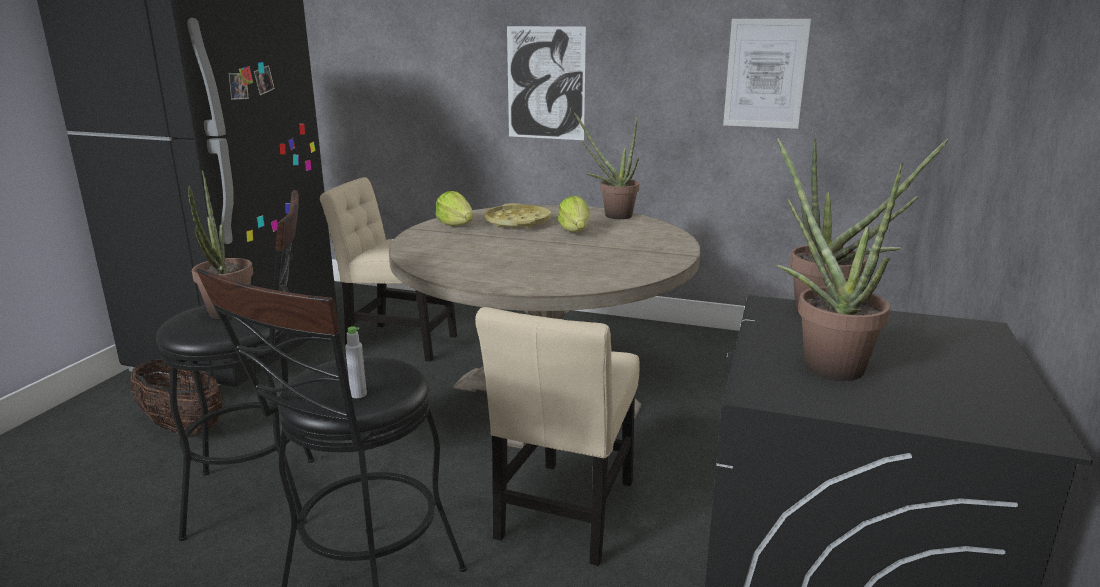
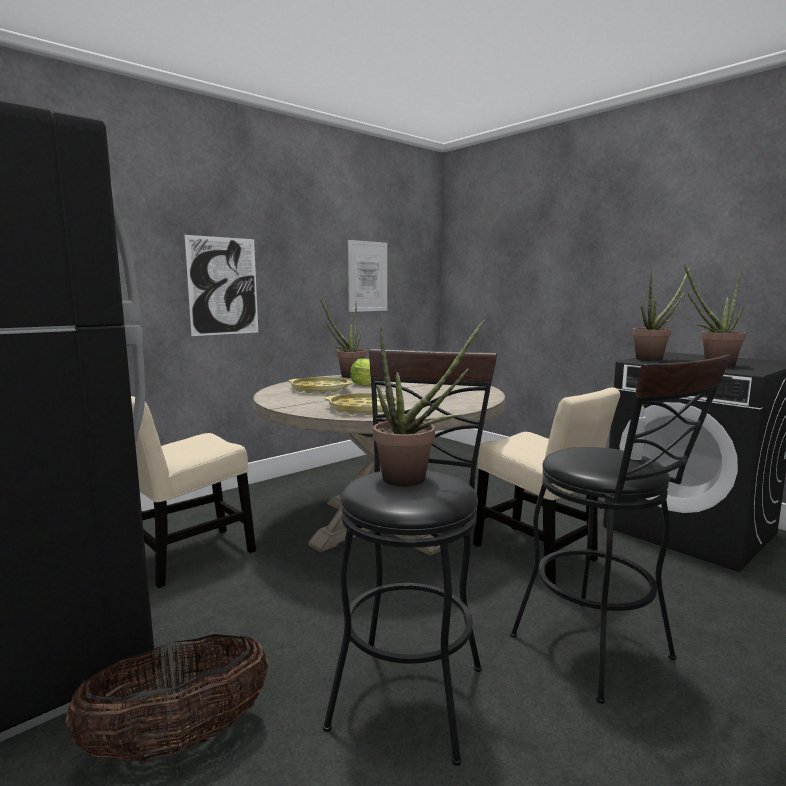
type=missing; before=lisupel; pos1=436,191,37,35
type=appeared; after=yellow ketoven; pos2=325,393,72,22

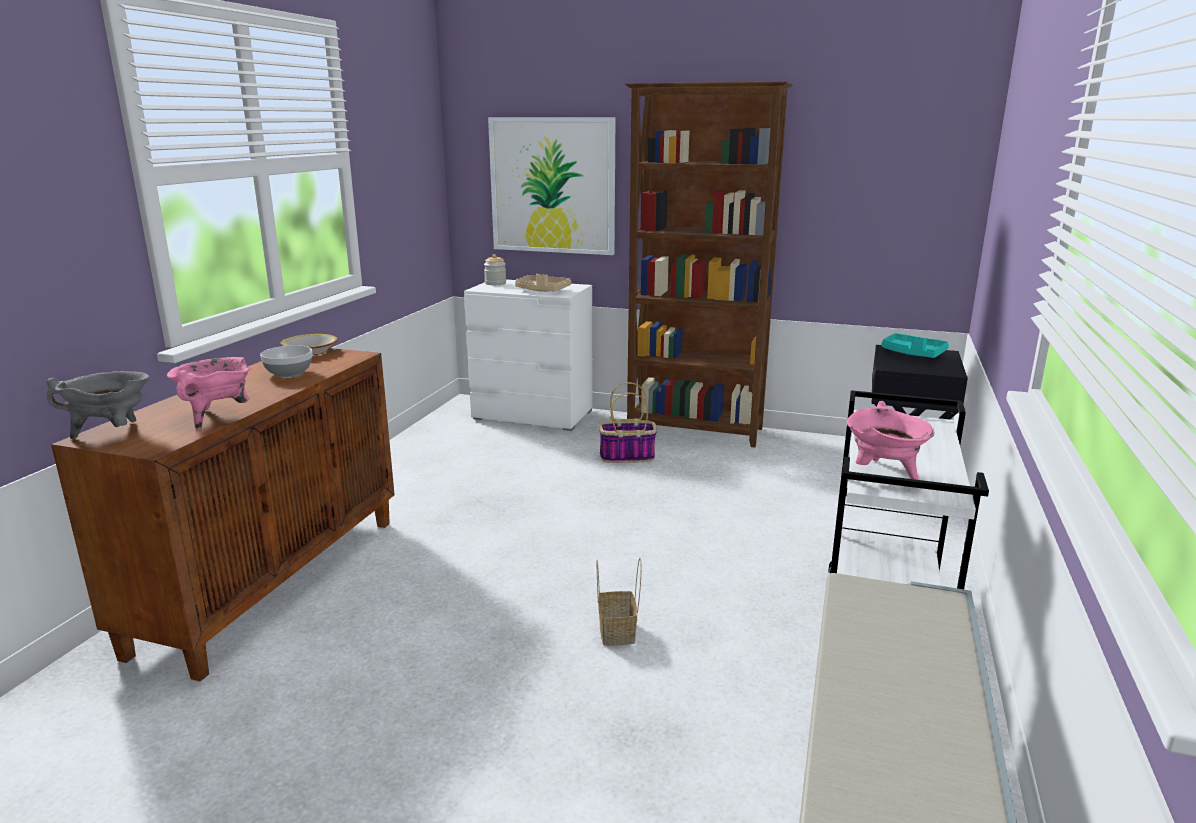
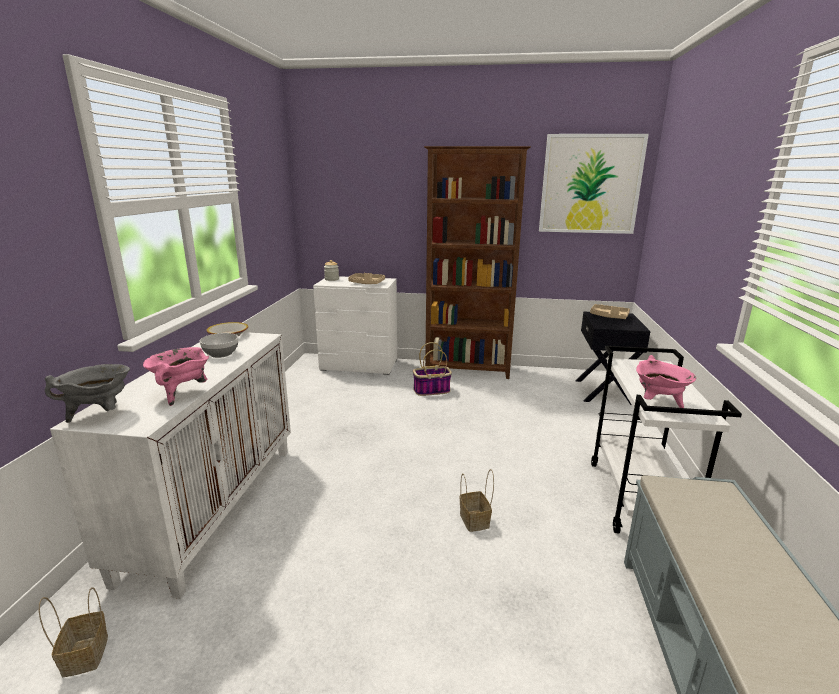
type=colour; before=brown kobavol; after=white kobavol; pos1=51,348,344,334; pos2=50,332,241,267
type=relocated; before=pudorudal; pos1=488,117,127,138; pos2=539,134,110,100
type=colour; before=turquoise ketoven; after=beige ketoven; pos1=881,333,68,25; pos2=590,304,40,15
type=appeared; after=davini; pos2=39,587,69,91

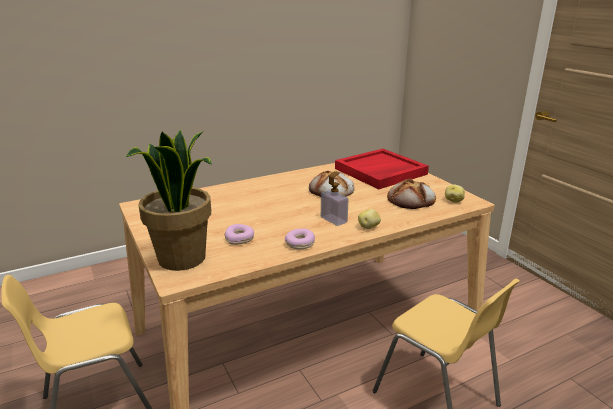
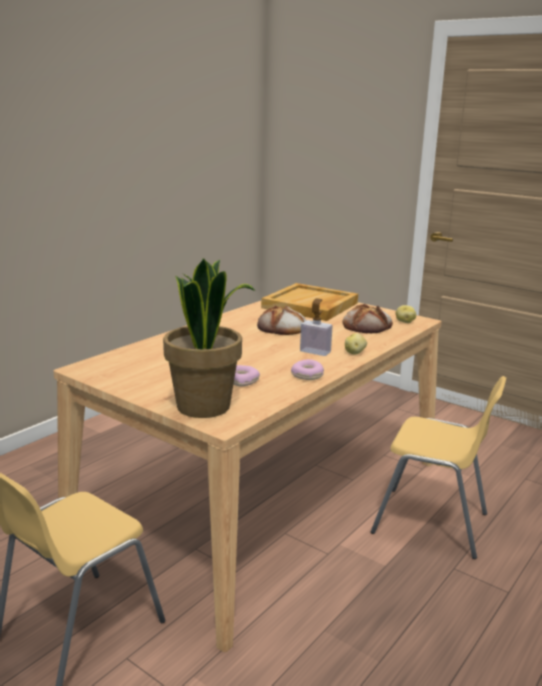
type=colour; before=red ketoven; after=beige ketoven; pos1=335,149,94,40; pos2=261,283,97,38

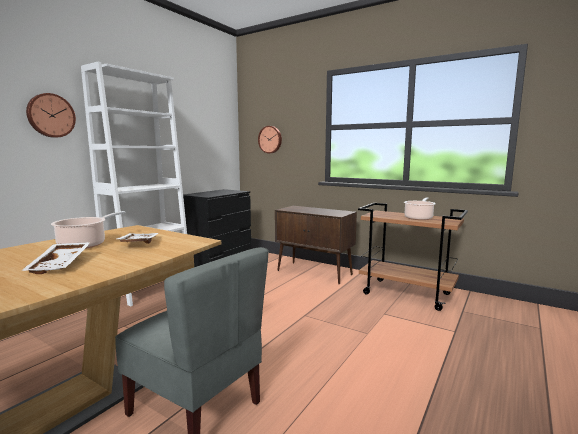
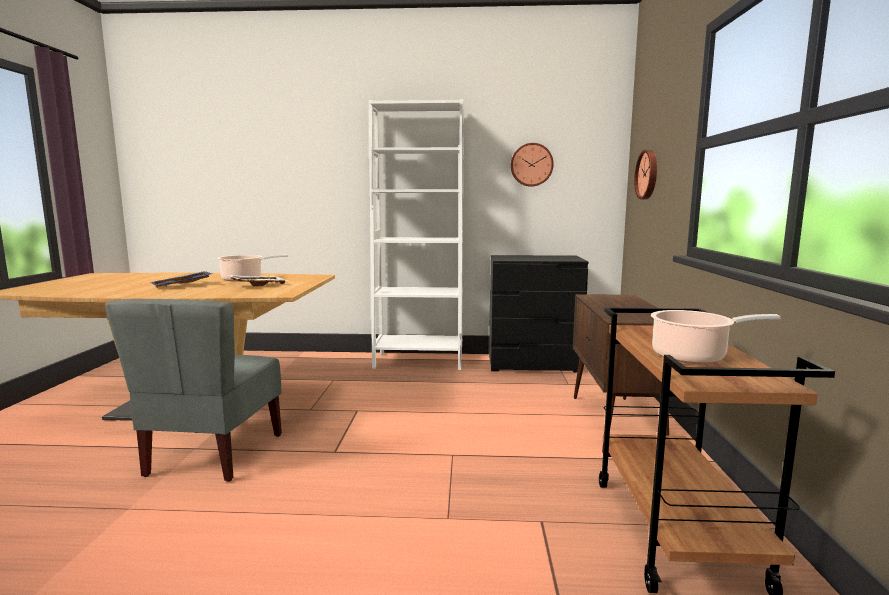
type=colour; before=white ketoven; after=blue ketoven; pos1=21,242,70,32; pos2=150,271,62,17
type=relocated; before=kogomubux; pos1=26,93,50,45; pos2=510,143,44,44

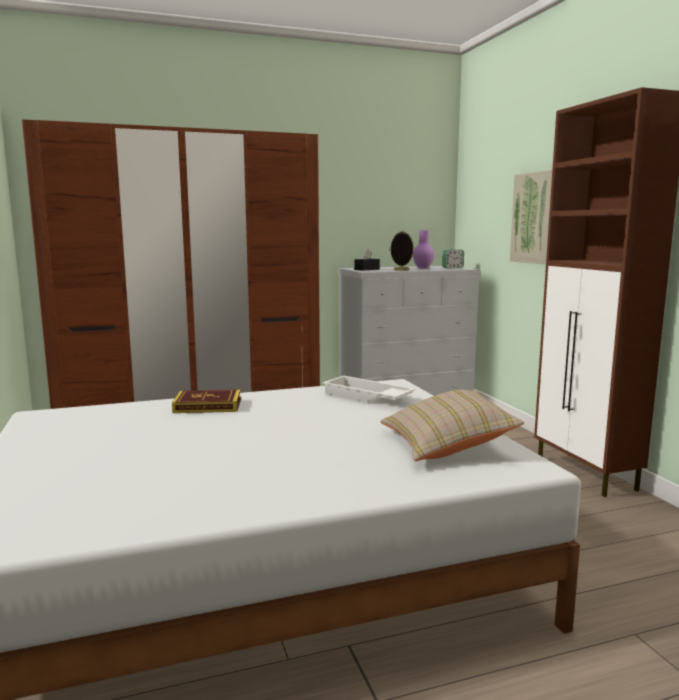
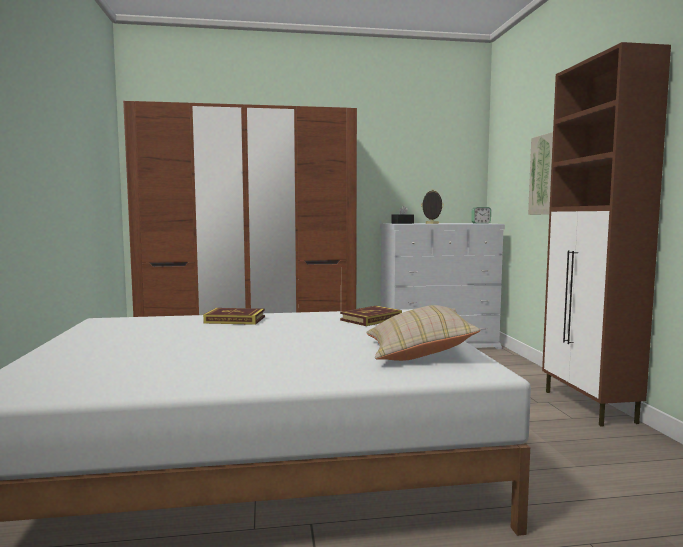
type=exchanged; before=white ketoven; after=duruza; pos1=322,376,94,27; pos2=340,306,62,20
type=missing; before=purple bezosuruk; pos1=413,230,21,39

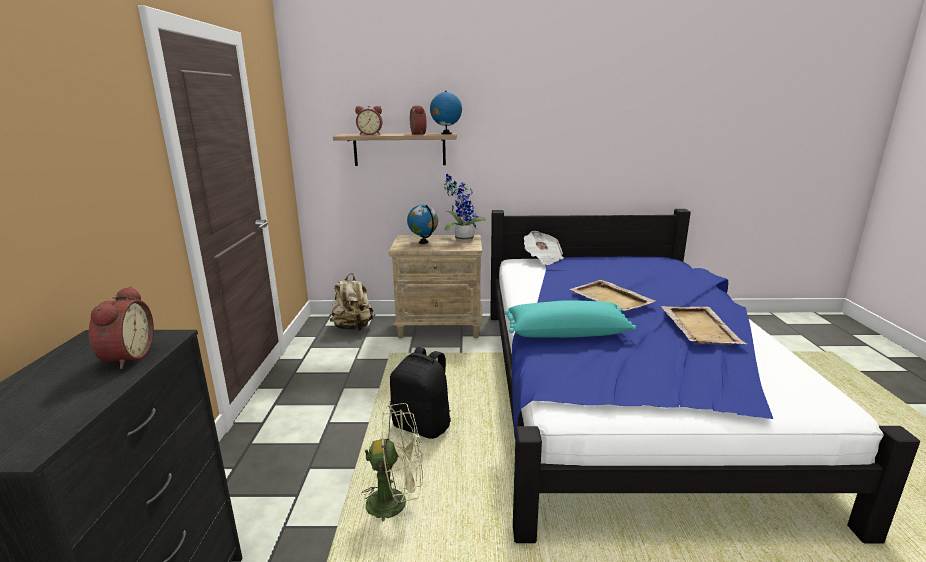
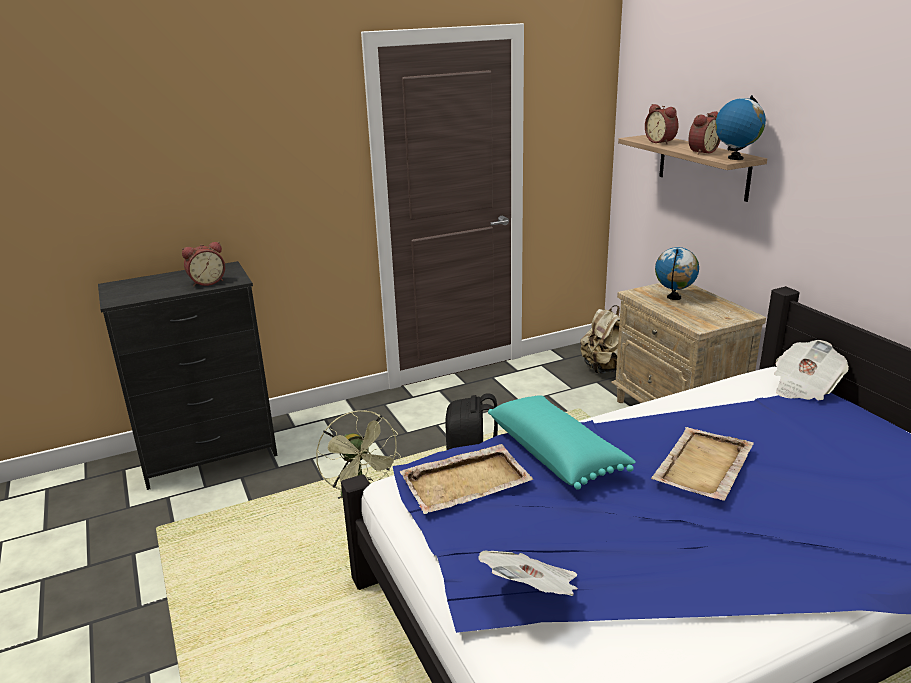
type=missing; before=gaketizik; pos1=444,174,42,67
type=relocated; before=beige ketoven; pos1=661,306,86,39; pos2=400,444,133,70
type=appeared; after=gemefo; pos2=478,551,100,45

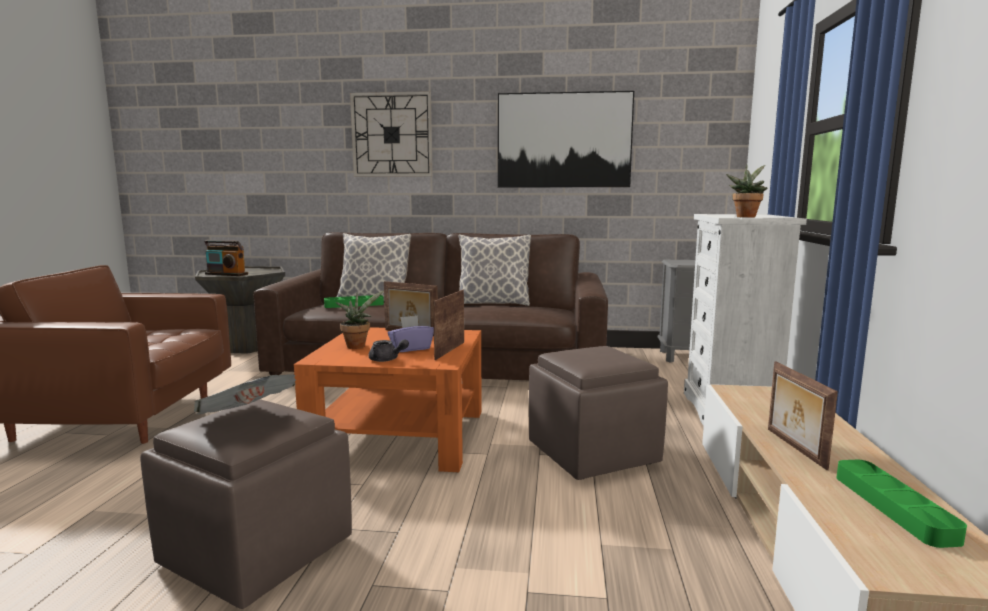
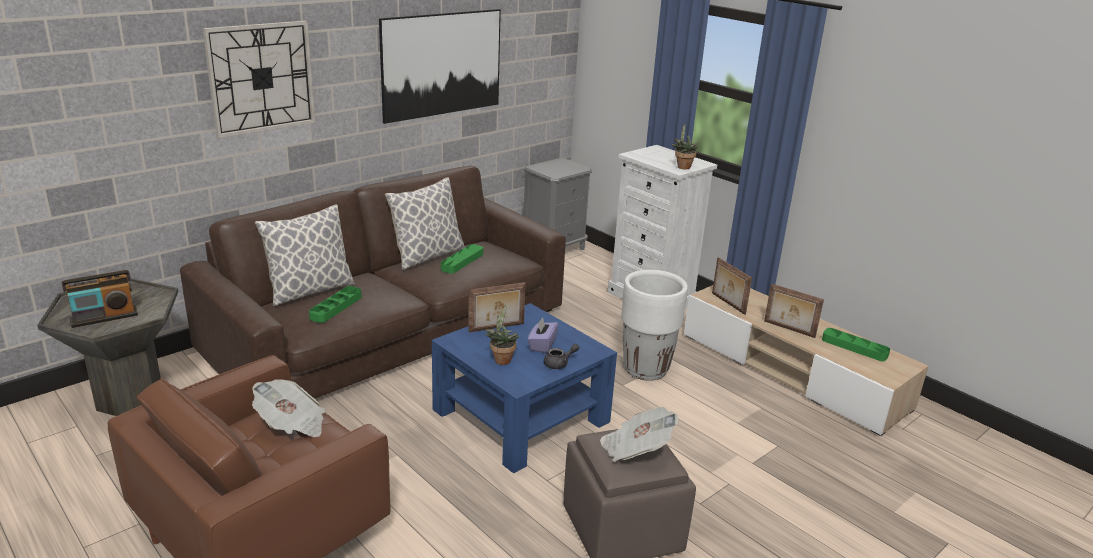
type=colour; before=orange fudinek; after=blue fudinek; pos1=294,327,188,145; pos2=432,303,185,171
type=relocated; before=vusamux; pos1=433,290,31,70; pos2=712,257,40,58
type=exchanged; before=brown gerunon; after=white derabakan; pos1=529,346,139,134; pos2=622,270,66,111
type=appeared; after=gemefo; pos2=252,379,73,58
type=appeared; after=green ketoven; pos2=441,244,42,30

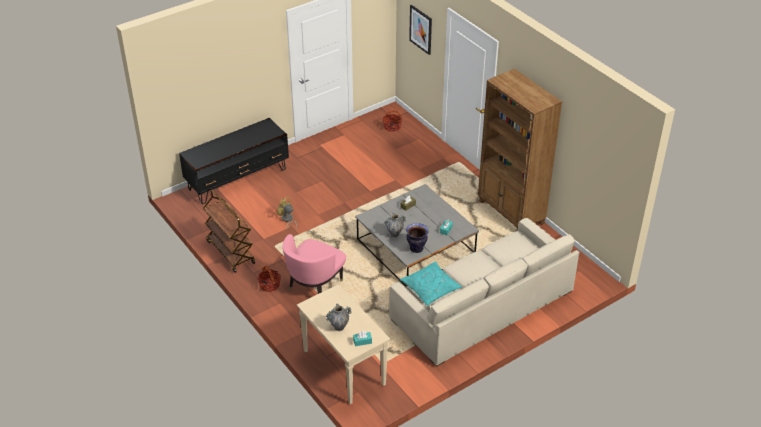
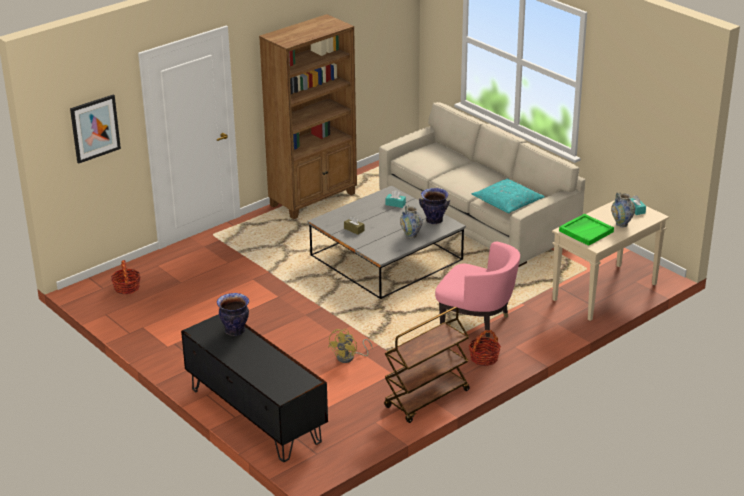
type=appeared; after=bezosuruk; pos2=217,293,32,43
type=appeared; after=green ketoven; pos2=559,214,55,32

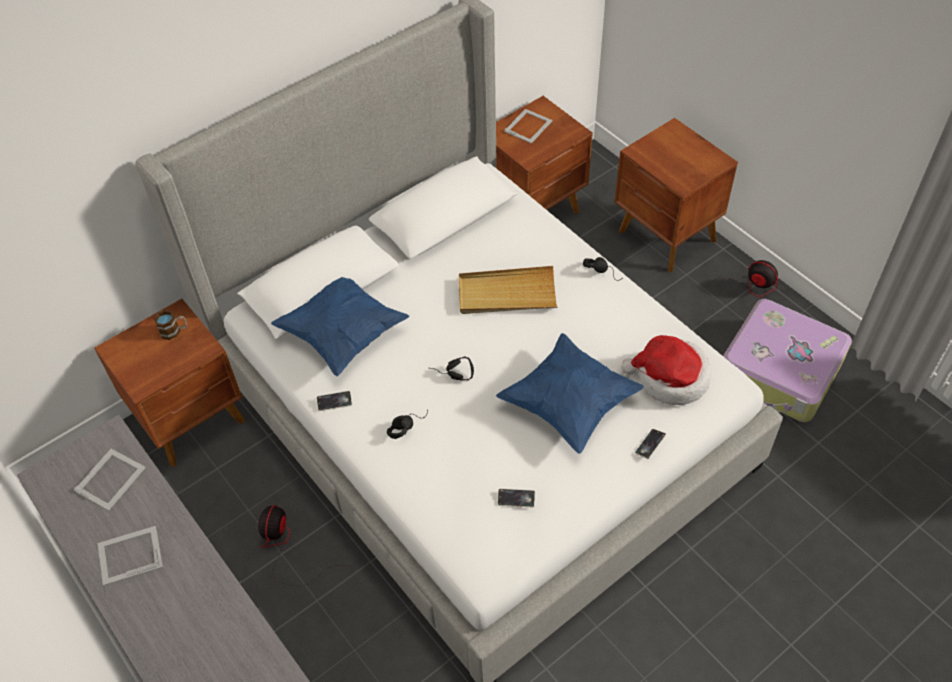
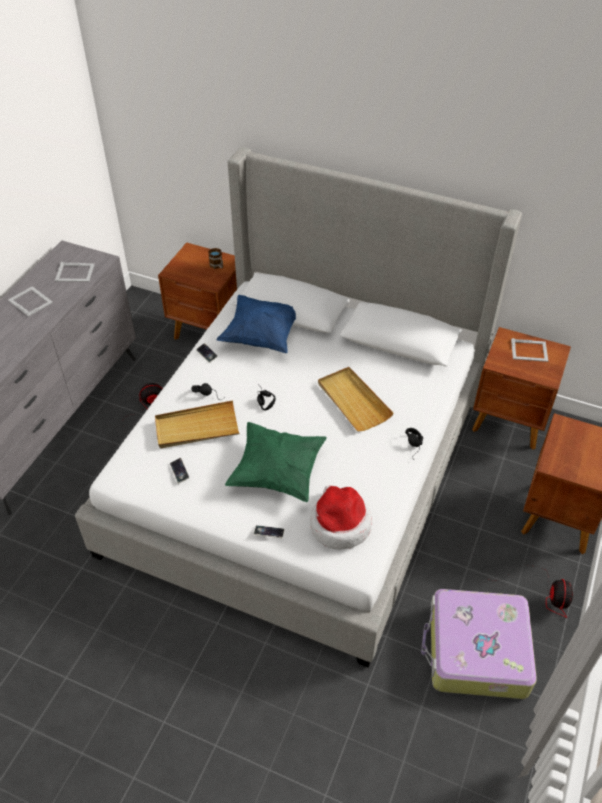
type=colour; before=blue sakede; after=green sakede; pos1=496,333,148,121; pos2=225,422,102,80
type=appeared; after=beige ketoven; pos2=155,400,85,48

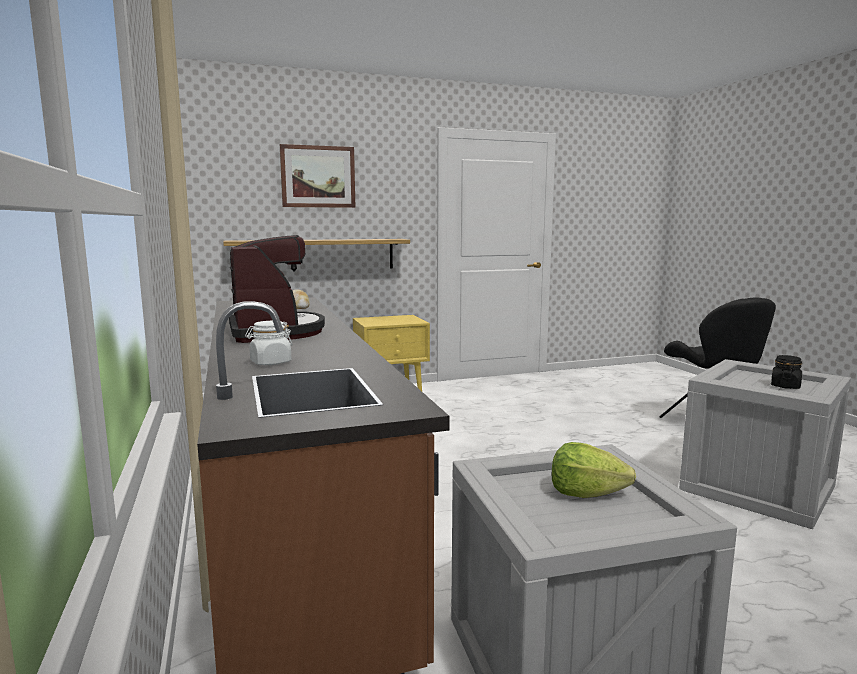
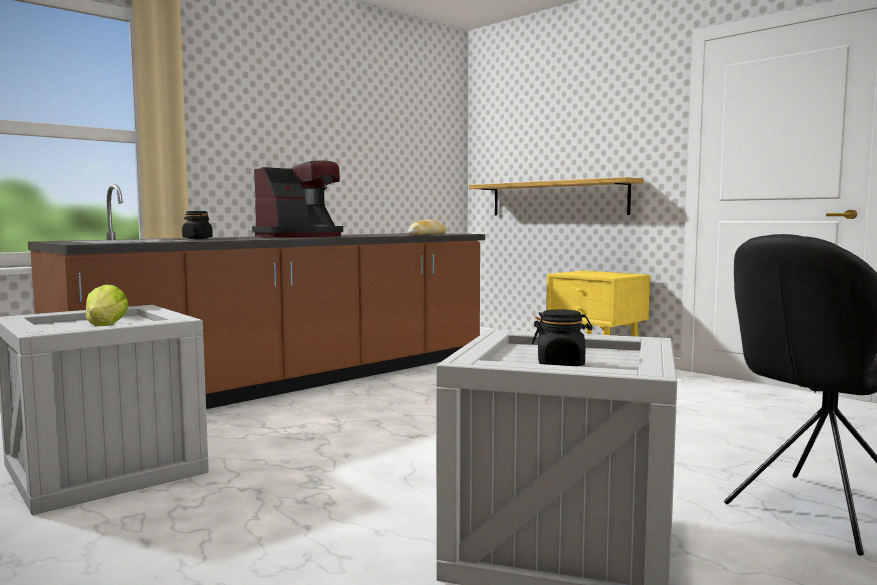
type=colour; before=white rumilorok; after=black rumilorok; pos1=245,321,48,44; pos2=182,211,31,28
type=missing; before=pudorudal; pos1=280,144,76,64

